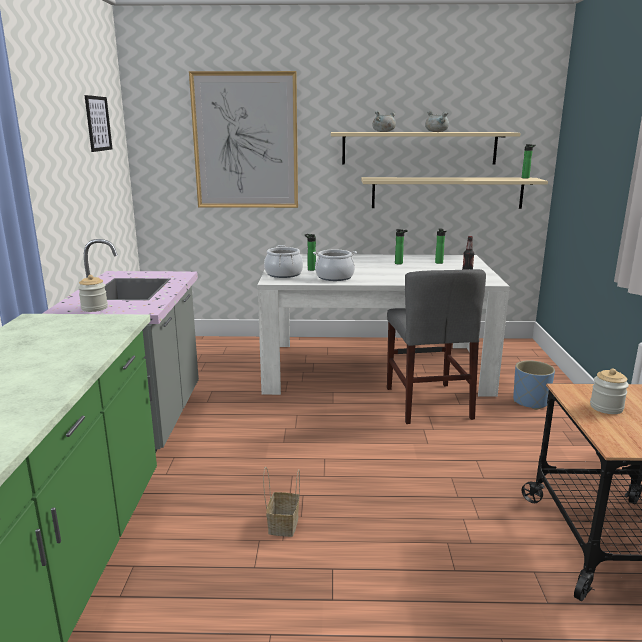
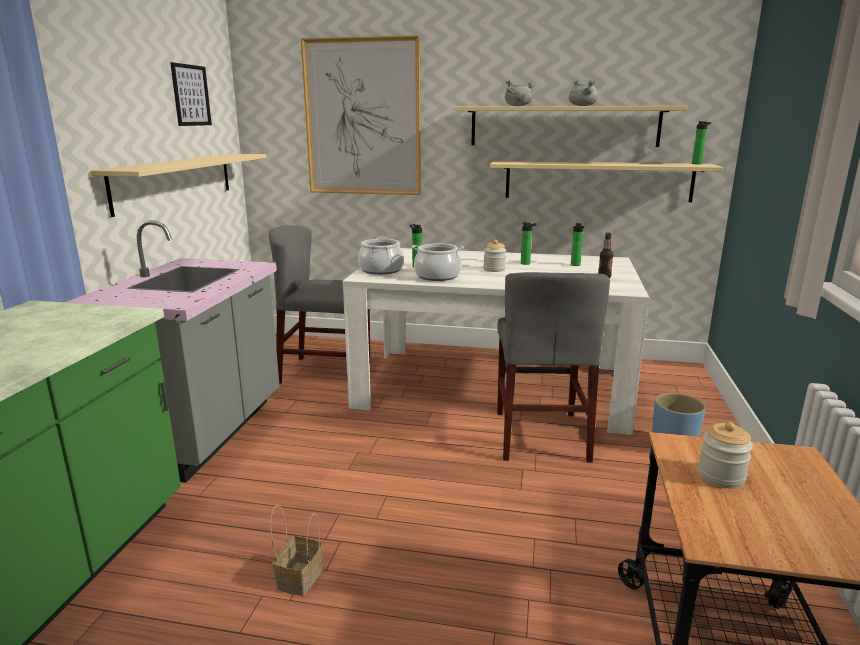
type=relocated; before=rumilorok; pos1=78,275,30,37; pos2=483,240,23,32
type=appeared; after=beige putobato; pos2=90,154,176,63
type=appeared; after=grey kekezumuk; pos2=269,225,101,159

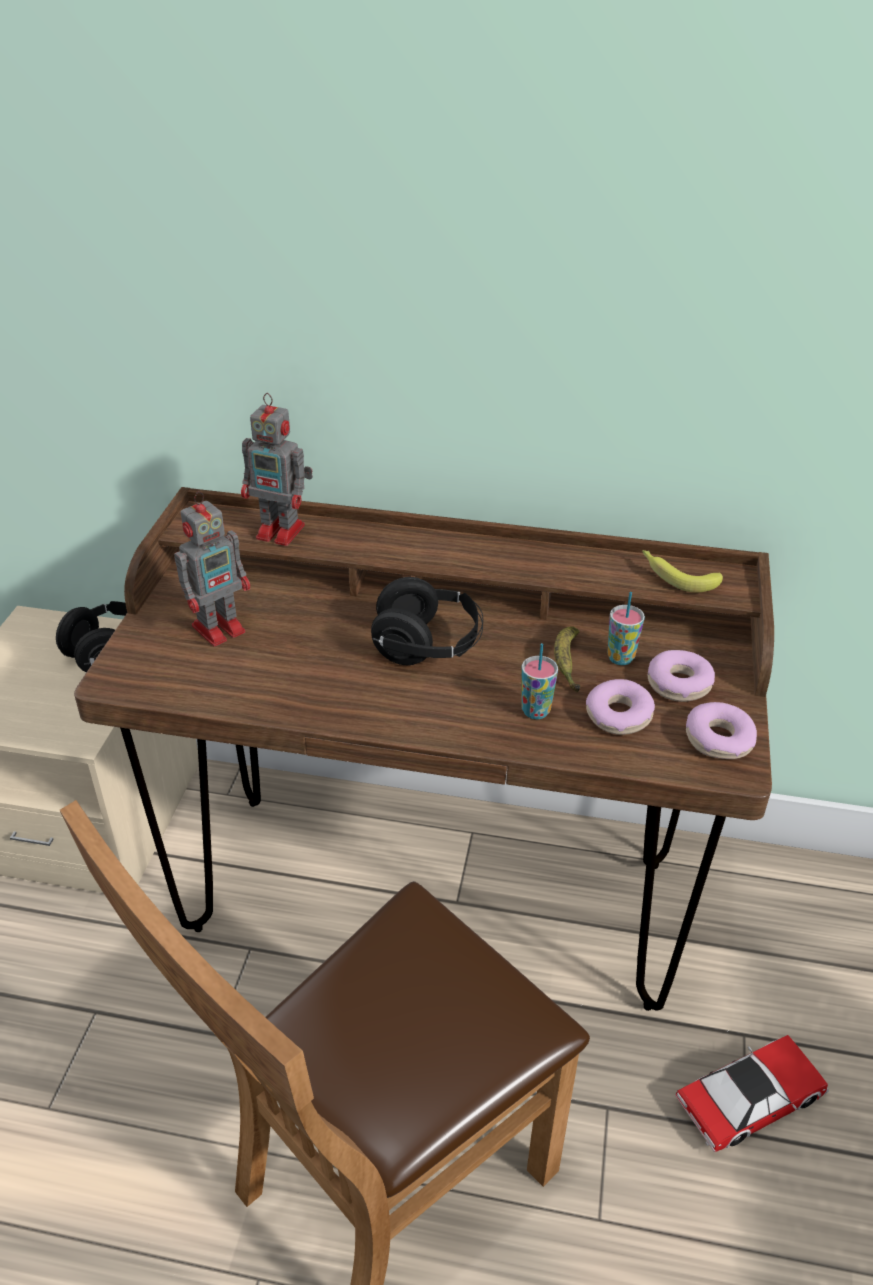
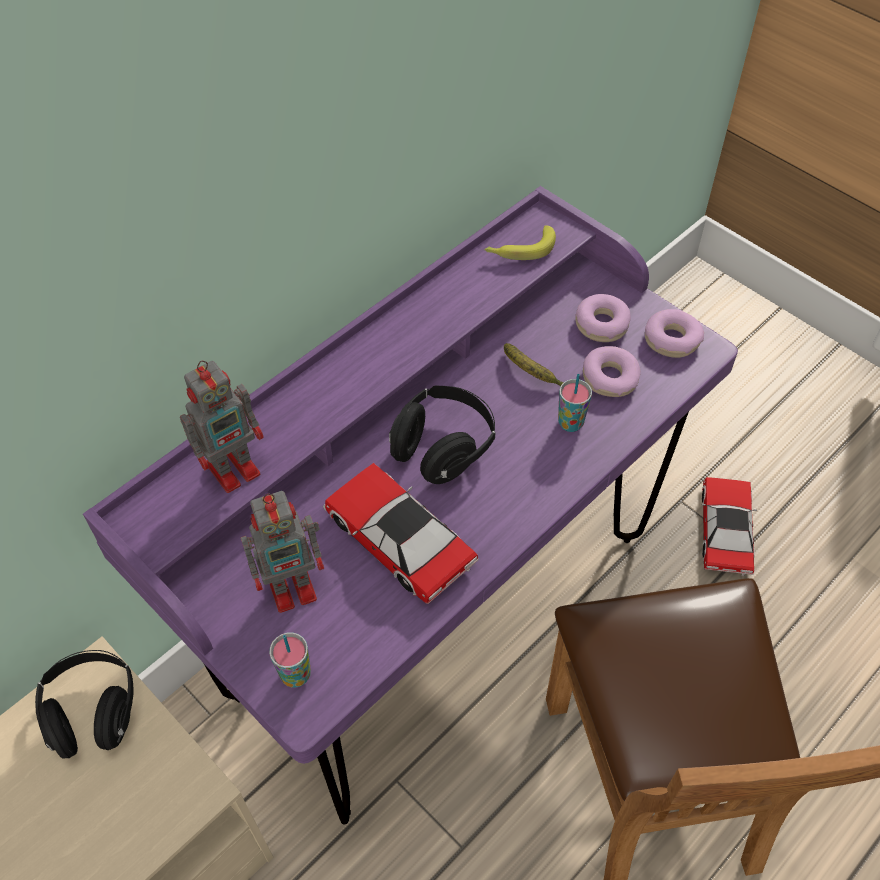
type=colour; before=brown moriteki; after=purple moriteki; pos1=74,487,700,524; pos2=83,186,655,639
type=spun; before=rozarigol; pos1=174,491,76,156; pos2=241,491,83,122; turn=75
type=relocated; before=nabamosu; pos1=607,592,38,73; pos2=269,632,42,55
type=appeared; after=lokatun; pos2=323,463,156,141

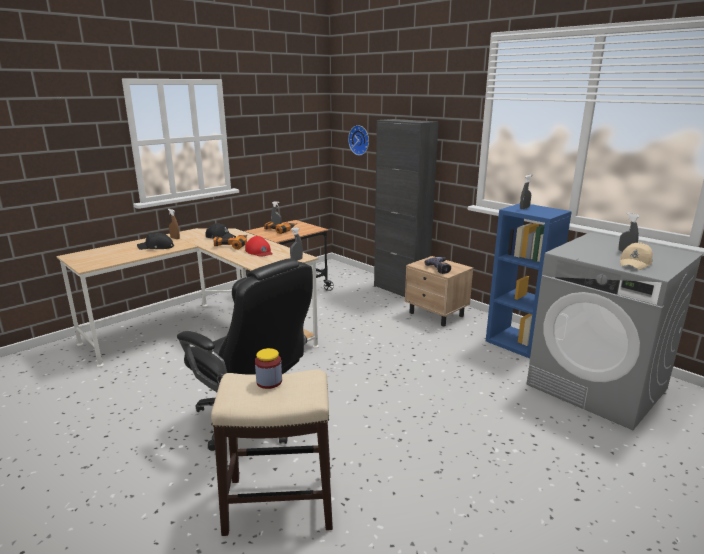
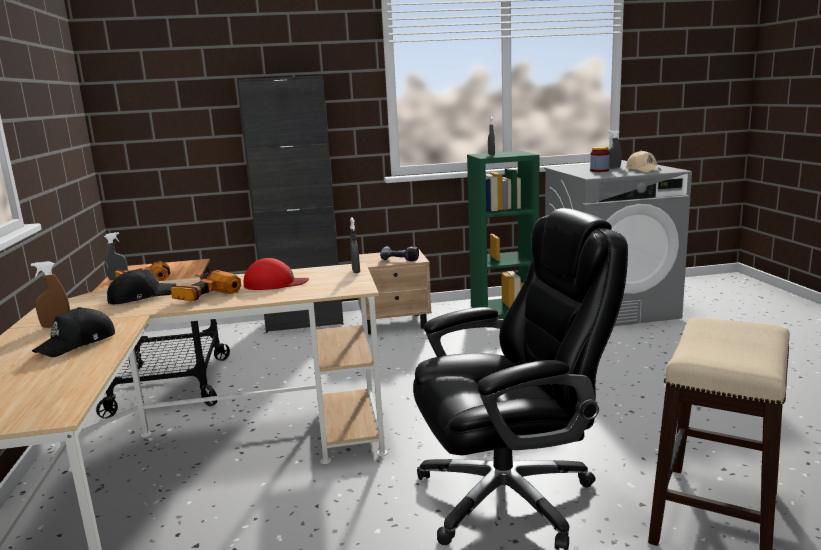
type=relocated; before=rumilorok; pos1=255,348,27,41; pos2=590,147,20,25
type=missing; before=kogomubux; pos1=348,125,21,30
type=colour; before=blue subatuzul; after=green subatuzul; pos1=486,203,86,156; pos2=467,151,72,168

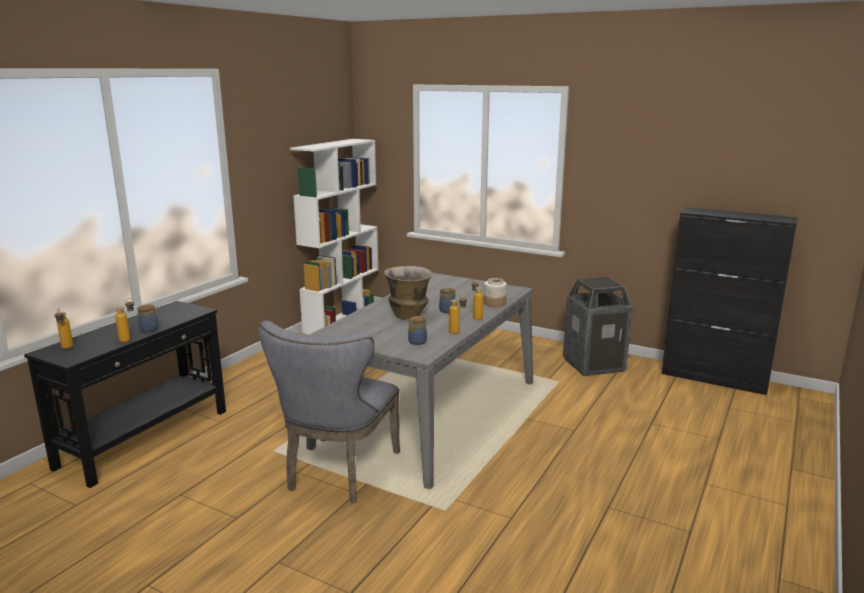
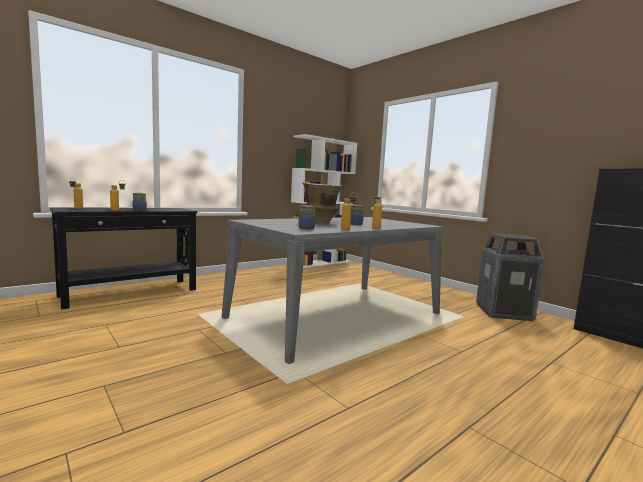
type=missing; before=grey kekezumuk; pos1=259,321,141,182
type=missing; before=rumilorok; pos1=484,278,23,29

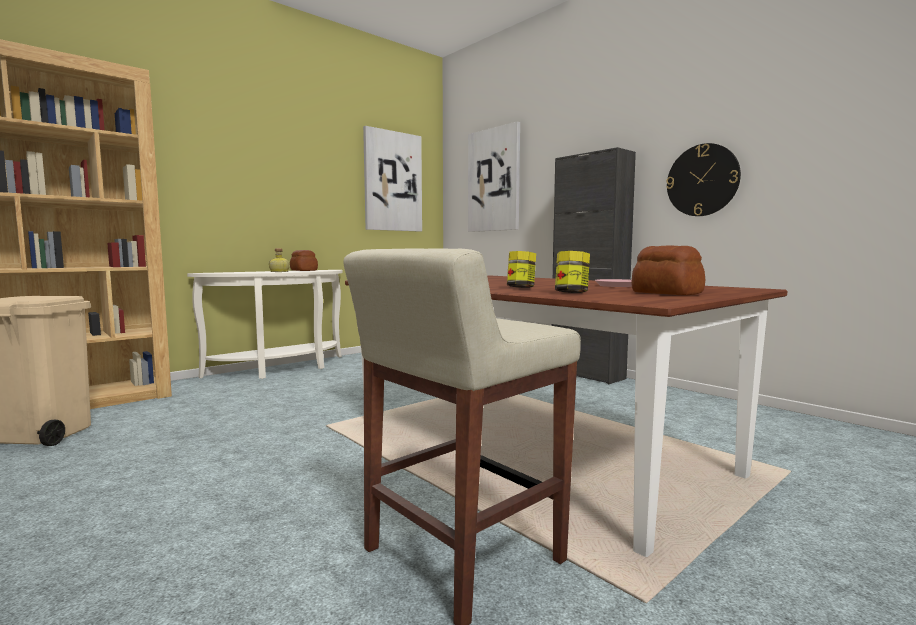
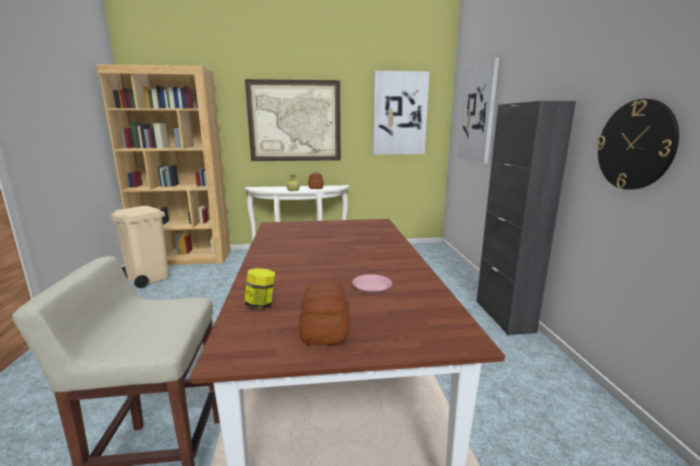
type=missing; before=rumilorok; pos1=507,251,29,37
type=appeared; after=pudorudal; pos2=245,79,96,82

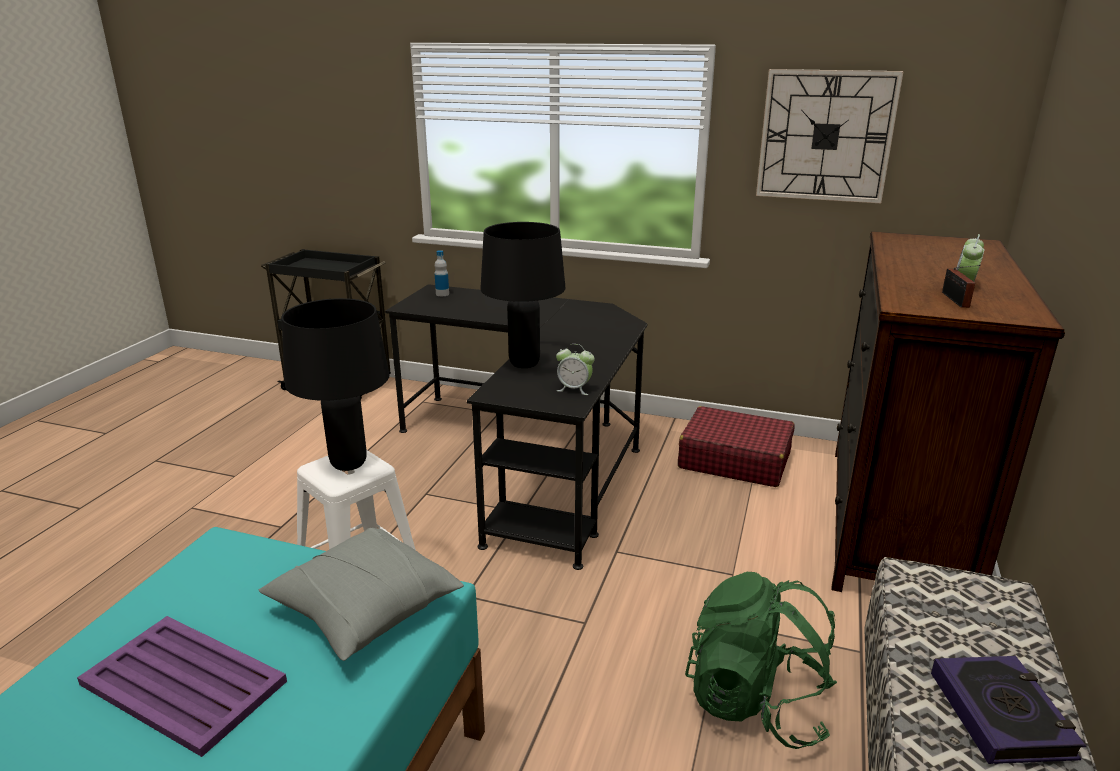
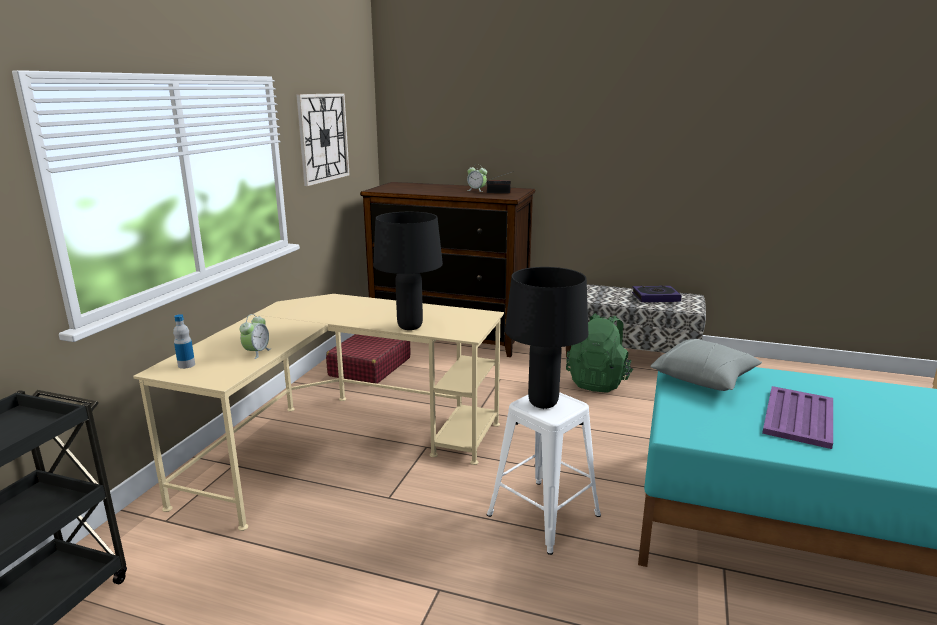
type=colour; before=black moriteki; after=beige moriteki; pos1=385,284,262,286; pos2=133,294,371,237
type=relocated; before=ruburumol; pos1=556,344,39,51; pos2=239,314,32,45

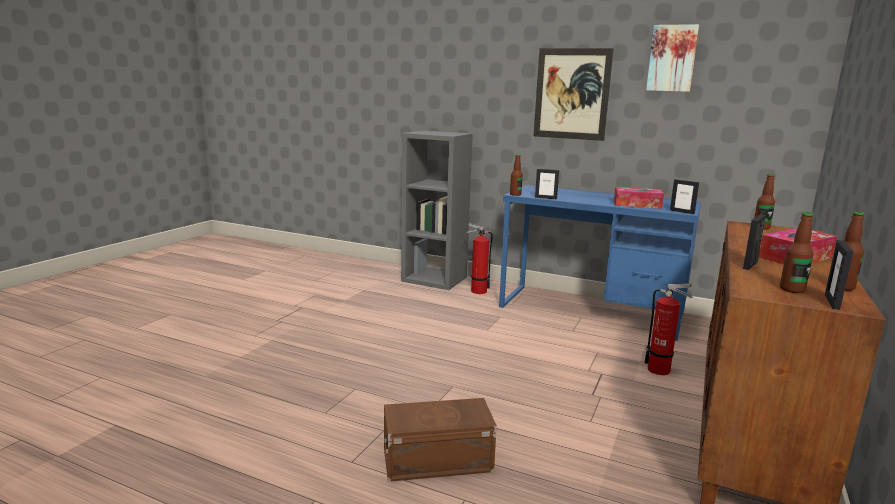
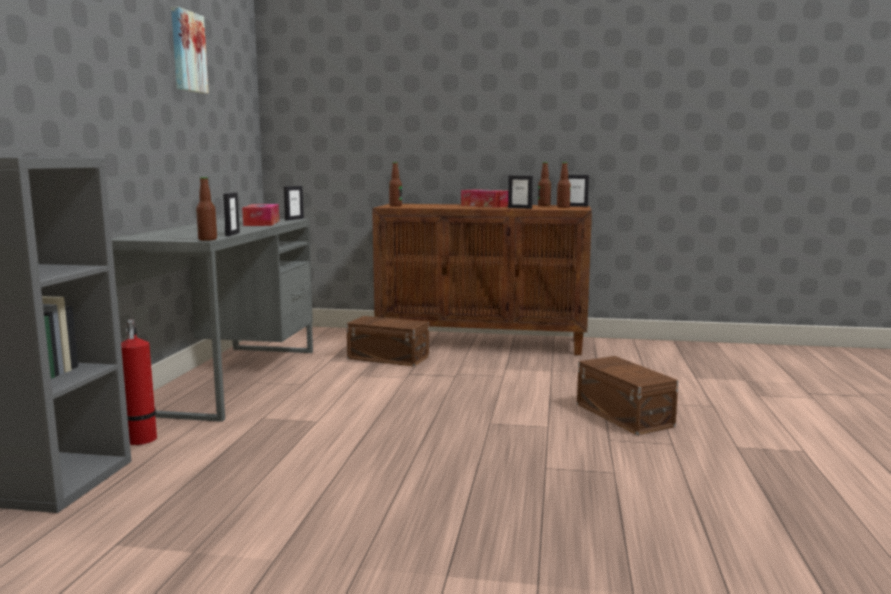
type=colour; before=blue moriteki; after=grey moriteki; pos1=499,185,202,156; pos2=112,218,201,204
type=missing; before=pudorudal; pos1=534,48,80,93
type=exchanged; before=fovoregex; after=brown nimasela; pos1=644,283,49,92; pos2=346,316,83,50

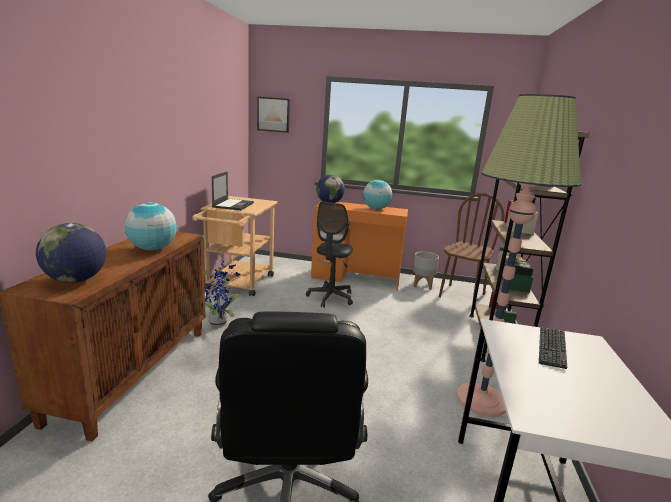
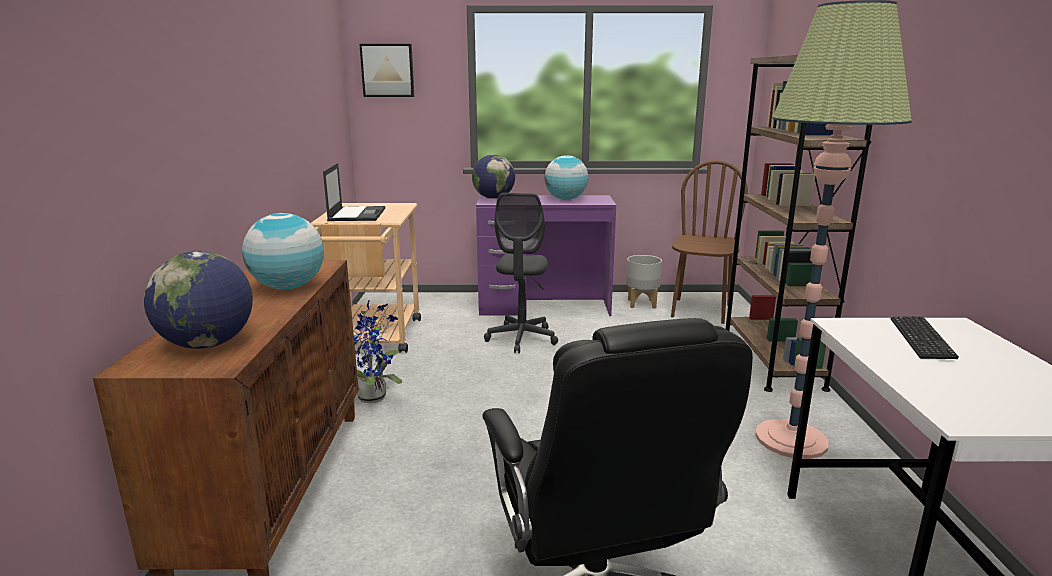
type=colour; before=orange moriteki; after=purple moriteki; pos1=311,201,97,90; pos2=476,195,140,121

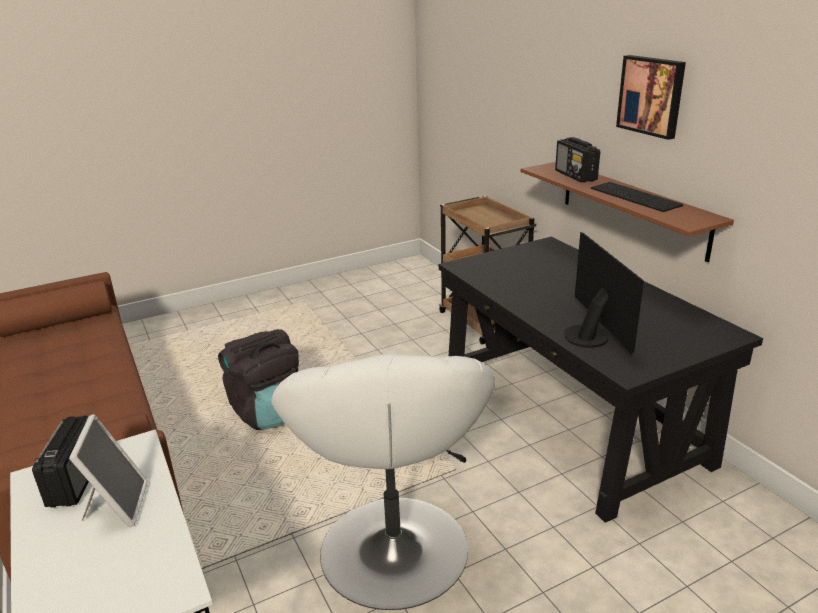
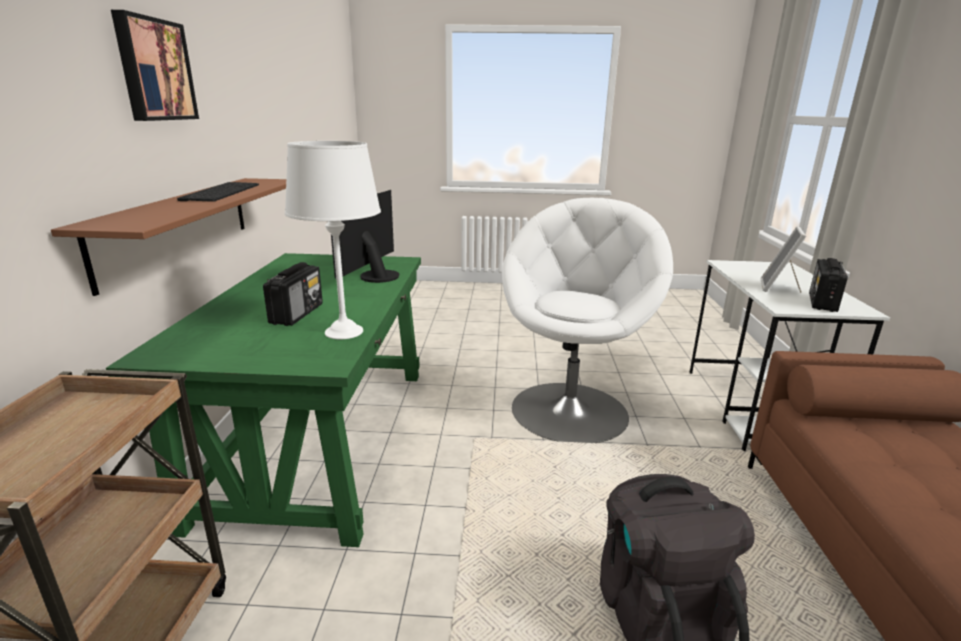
type=colour; before=black moriteki; after=green moriteki; pos1=439,237,324,286; pos2=106,253,315,294
type=relocated; before=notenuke; pos1=555,137,45,46; pos2=263,262,60,64
type=appeared; after=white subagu; pos2=285,141,96,198

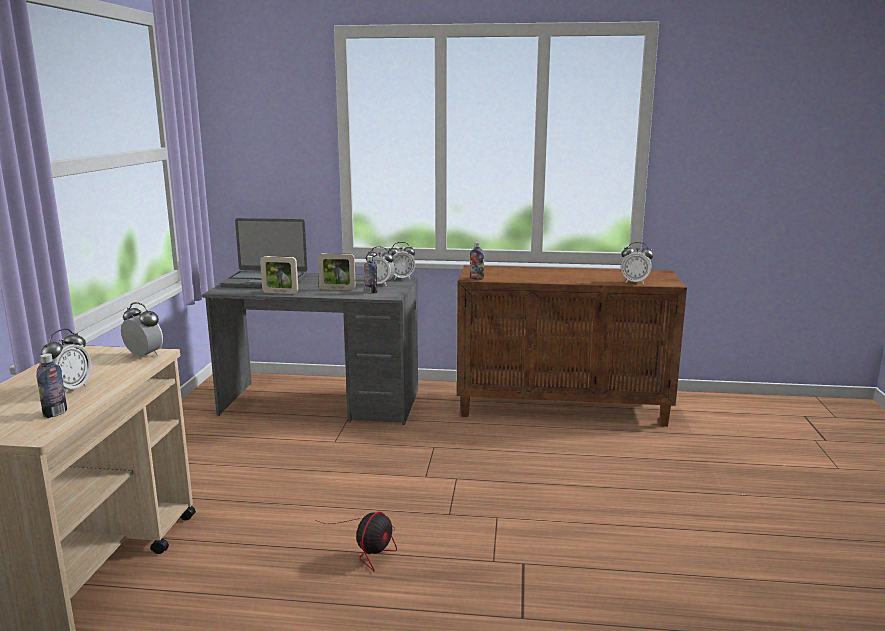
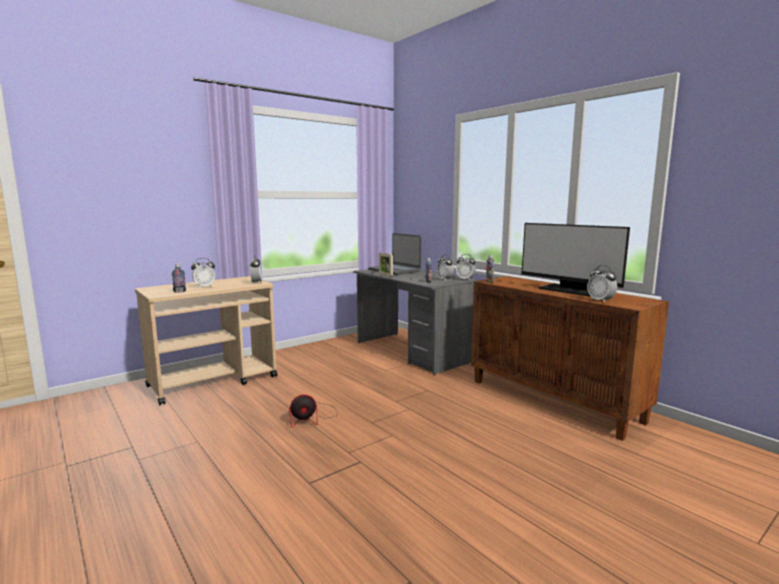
type=missing; before=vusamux; pos1=318,253,38,37
type=appeared; after=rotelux; pos2=521,223,109,74

